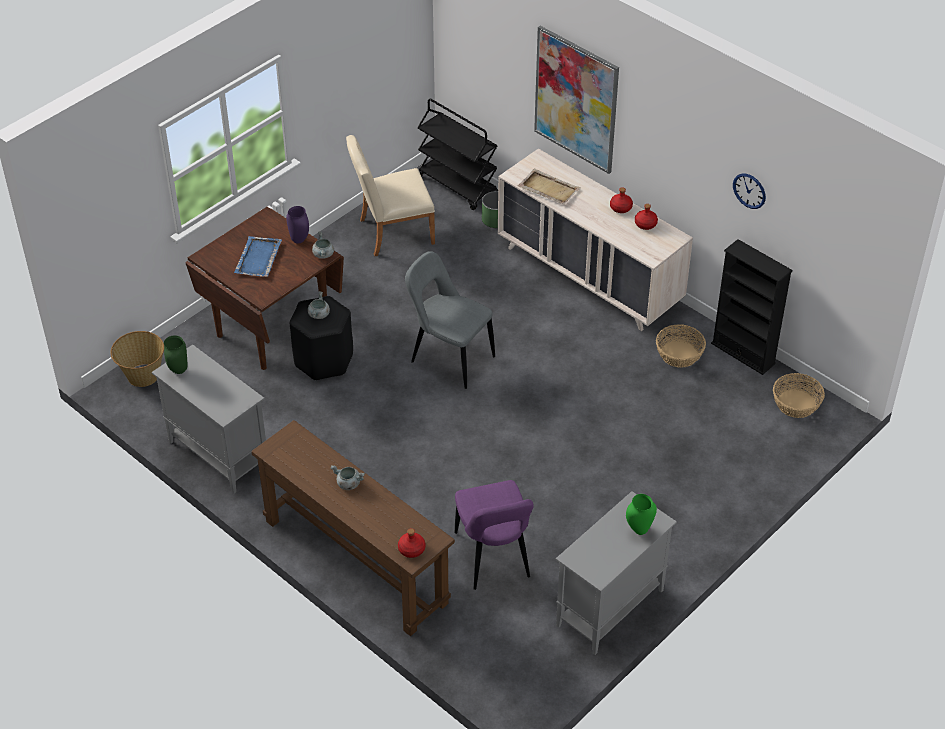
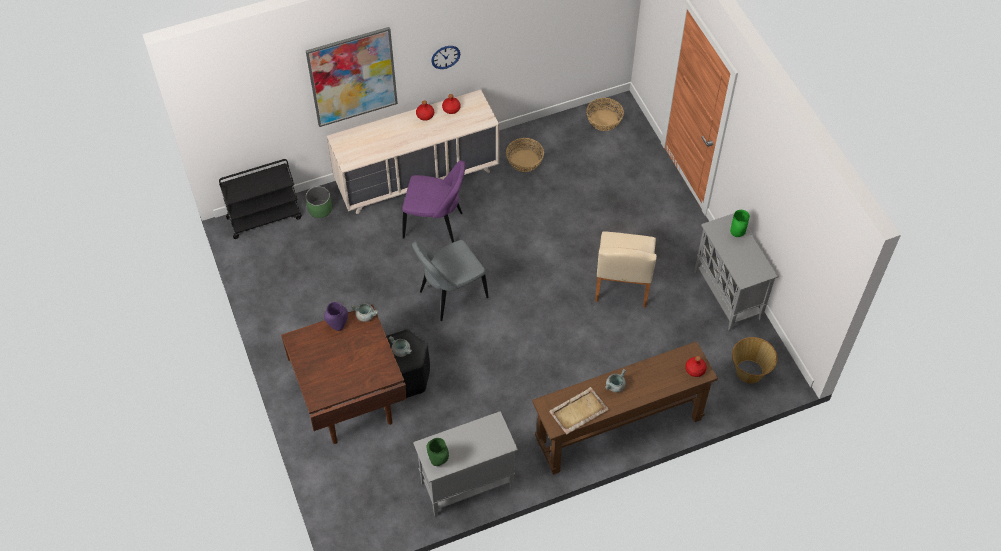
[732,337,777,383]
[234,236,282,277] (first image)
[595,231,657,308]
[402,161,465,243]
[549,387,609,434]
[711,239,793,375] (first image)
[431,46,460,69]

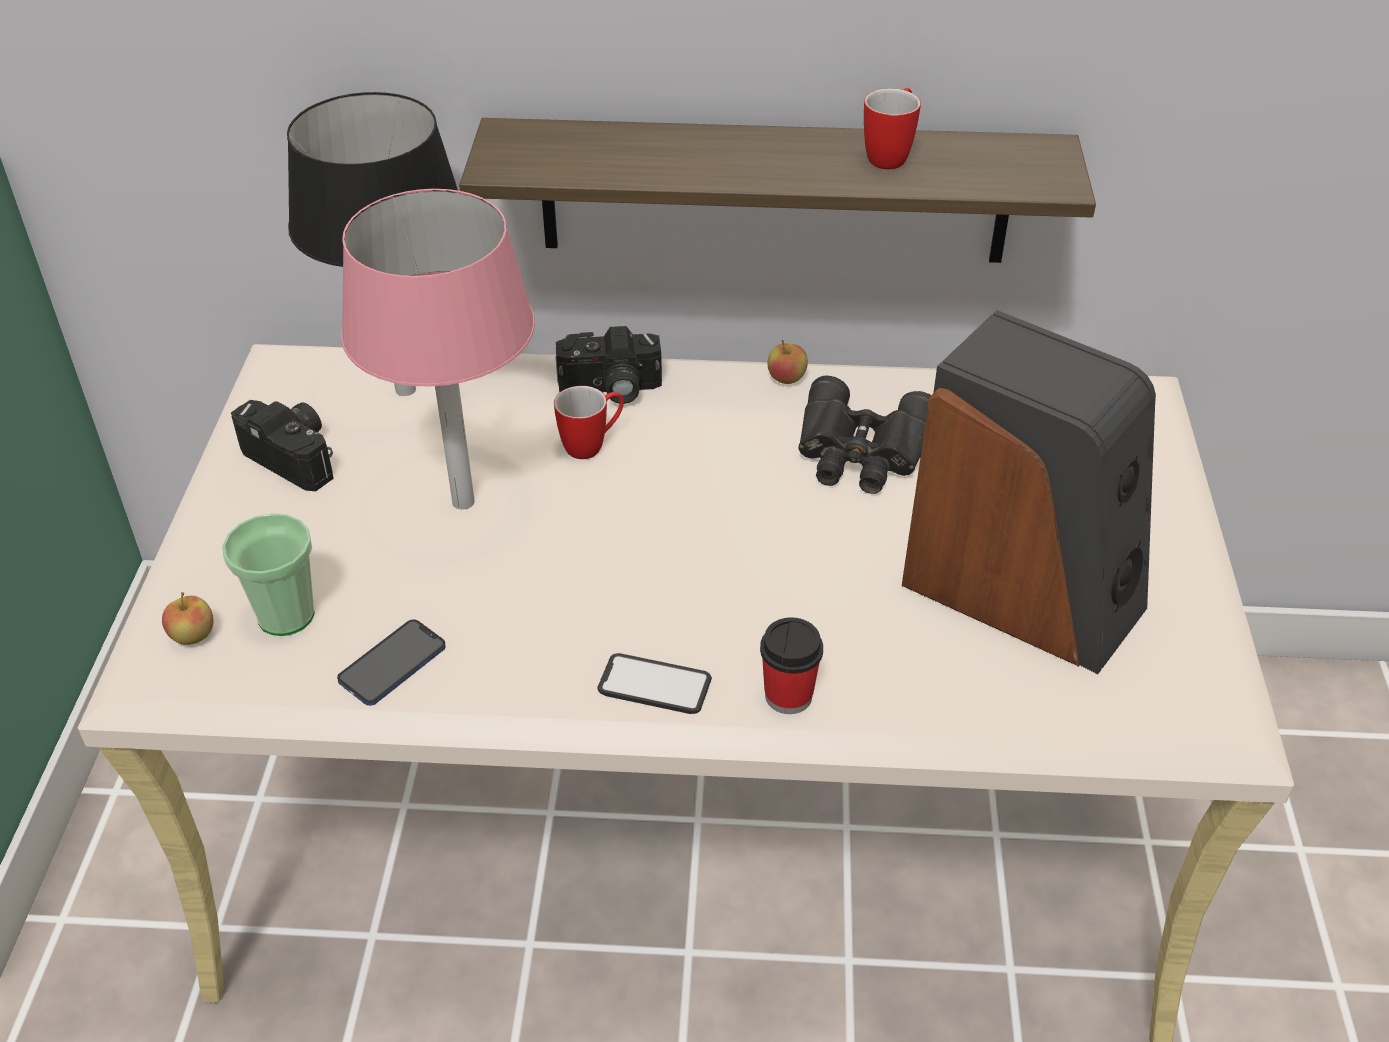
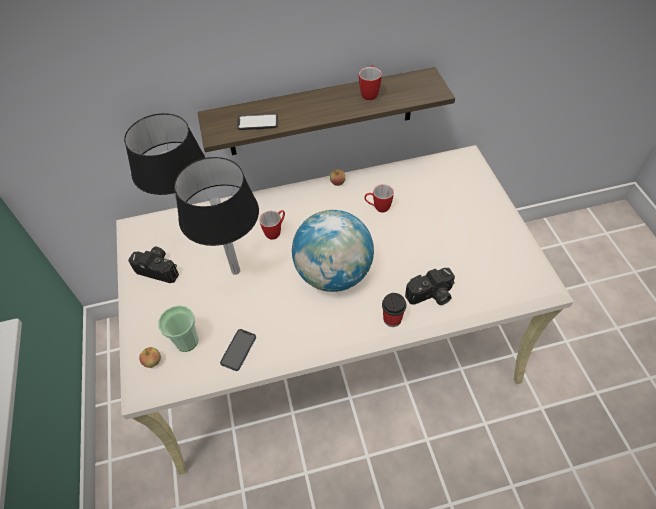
[174,157,259,275]
[405,268,455,305]
[237,113,278,130]
[364,184,394,213]
[902,310,1156,674] (first image)
[292,210,374,292]

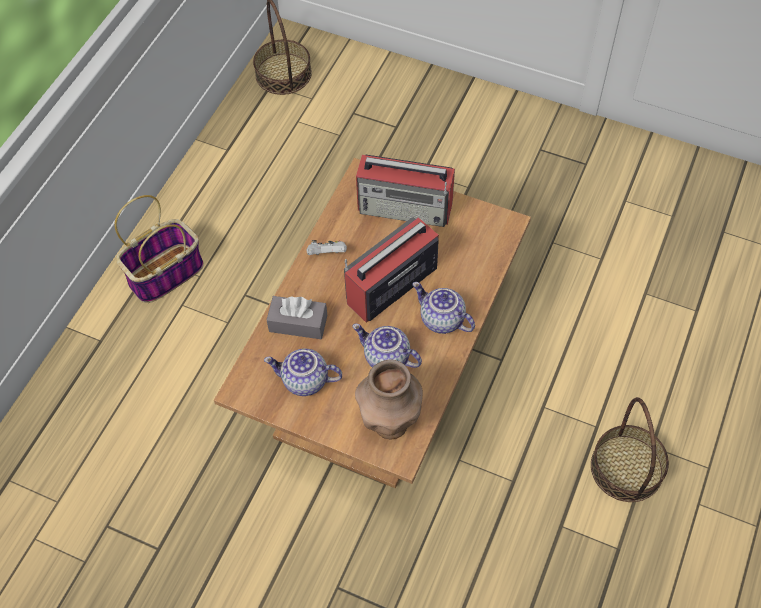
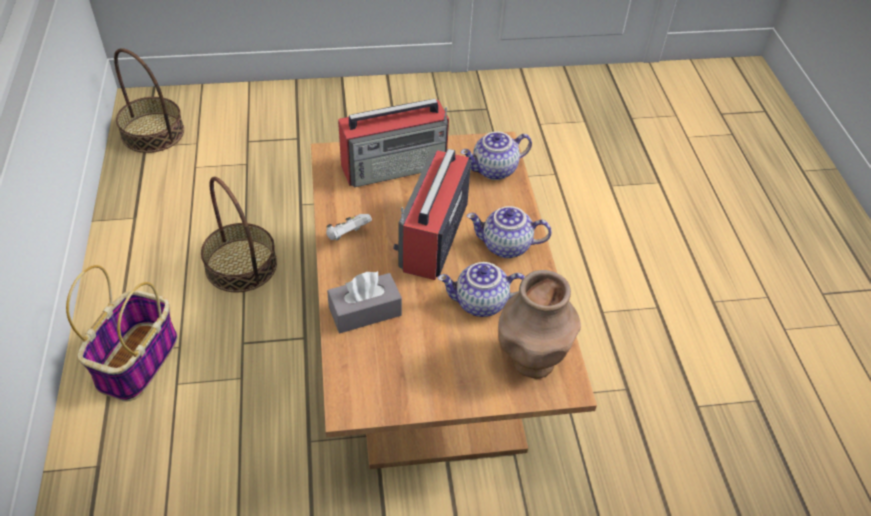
[461,132,532,180]
[201,177,277,293]

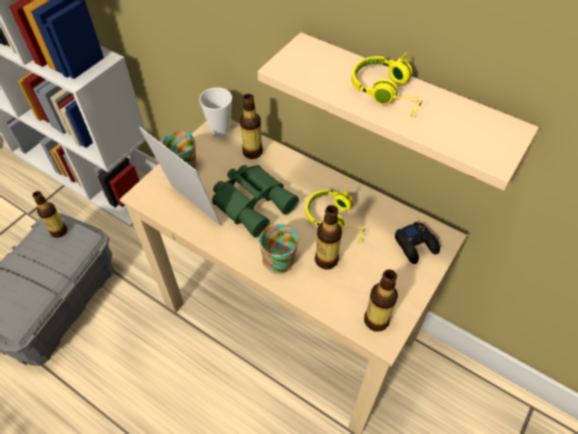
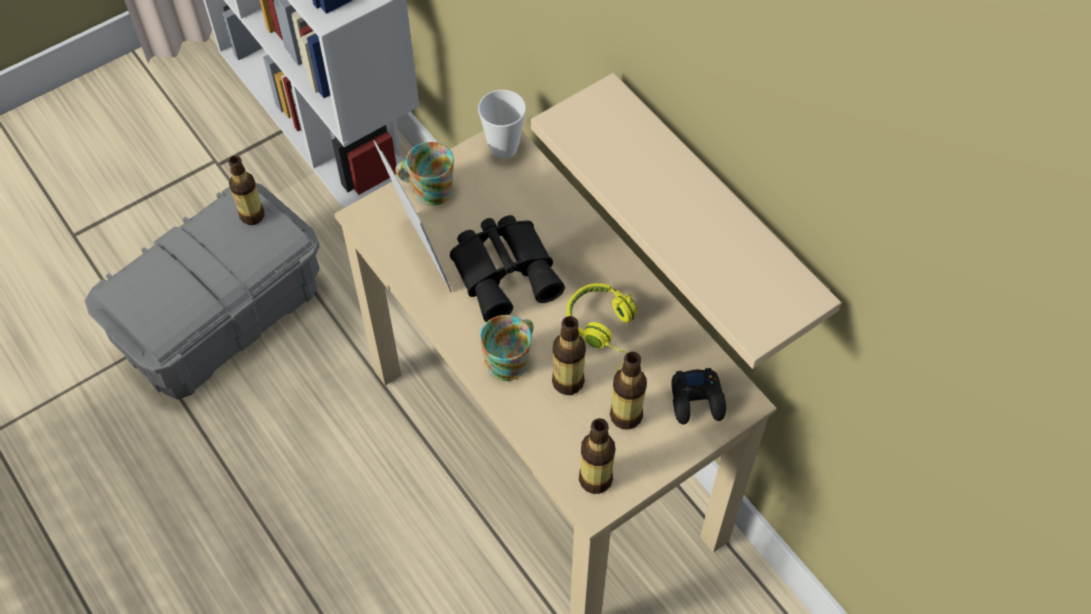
[450,215,565,322]
[610,352,647,430]
[351,52,423,117] (first image)

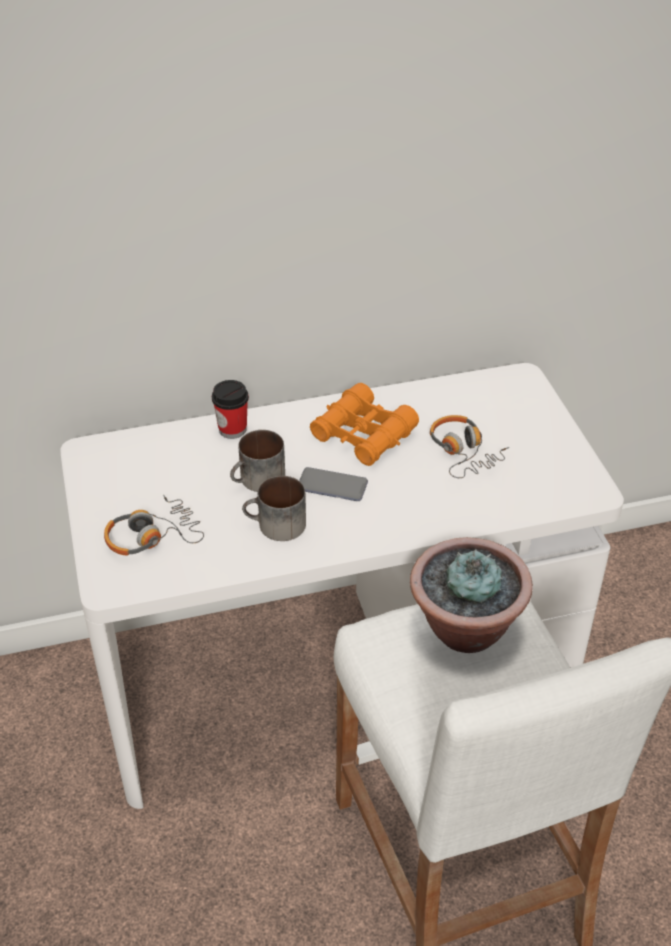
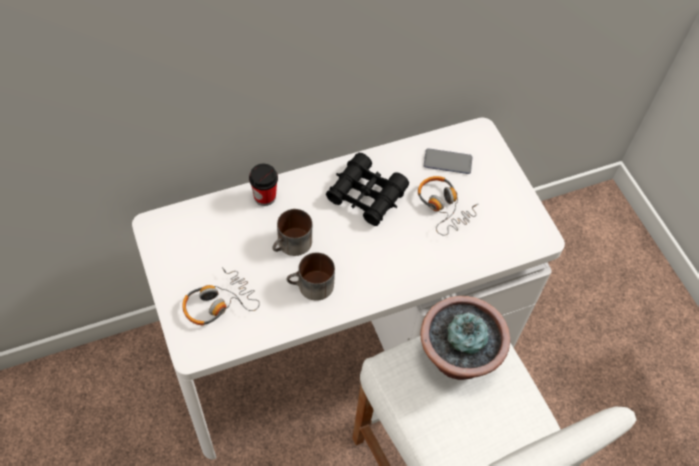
[424,148,473,174]
[326,153,409,226]

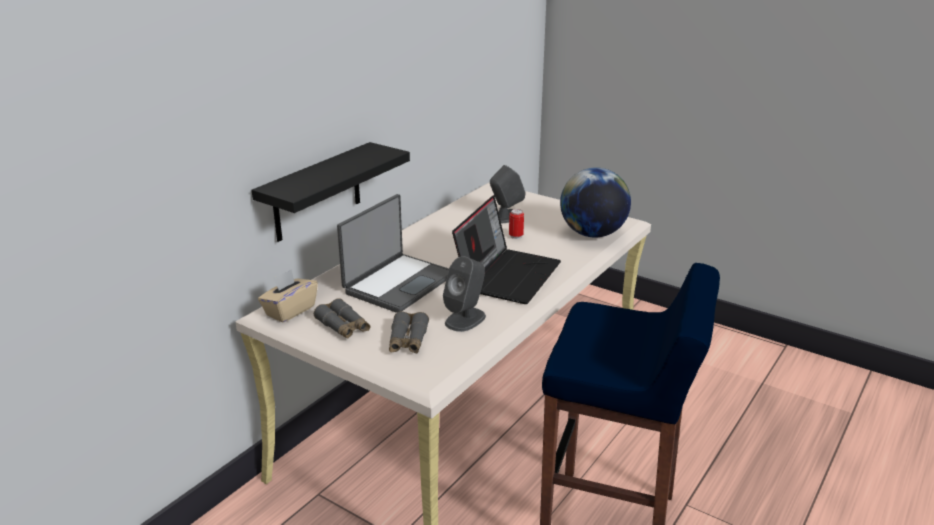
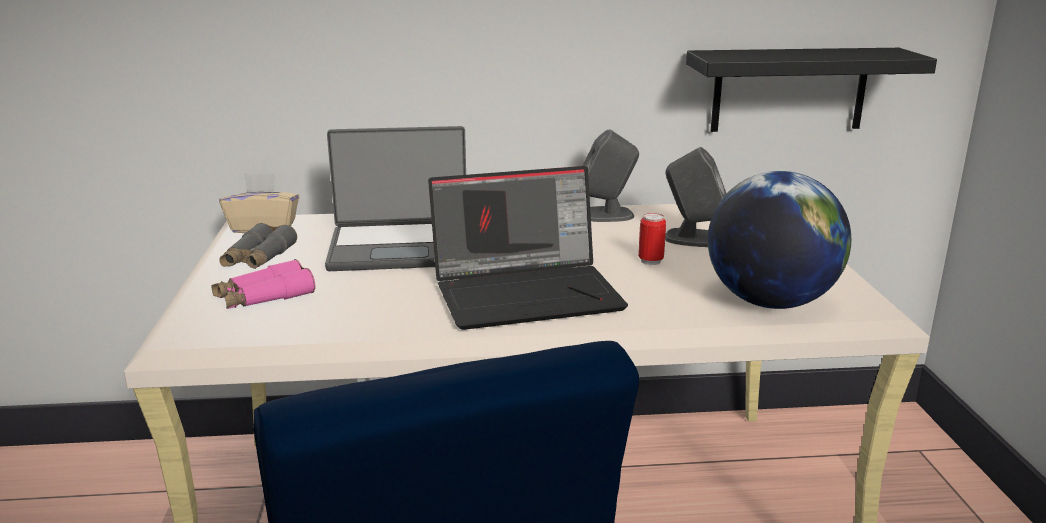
[686,48,937,132]
[212,259,315,309]
[583,129,639,222]

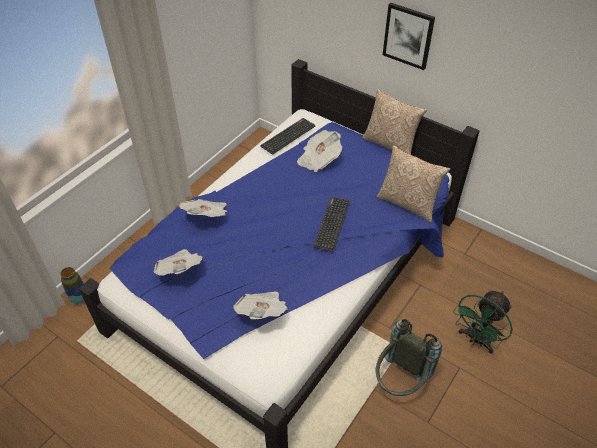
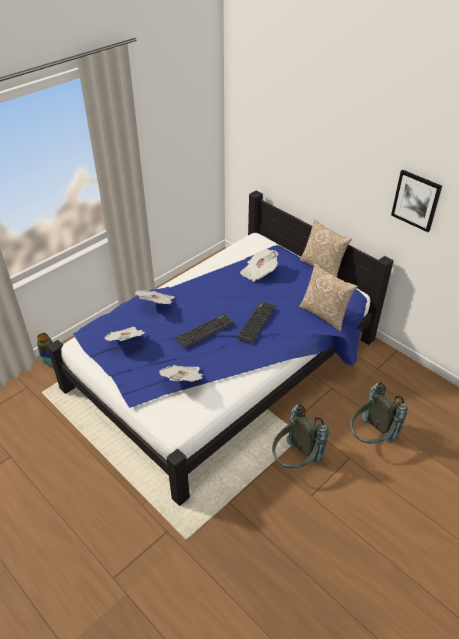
[175,314,234,348]
[391,170,442,232]
[350,382,408,444]

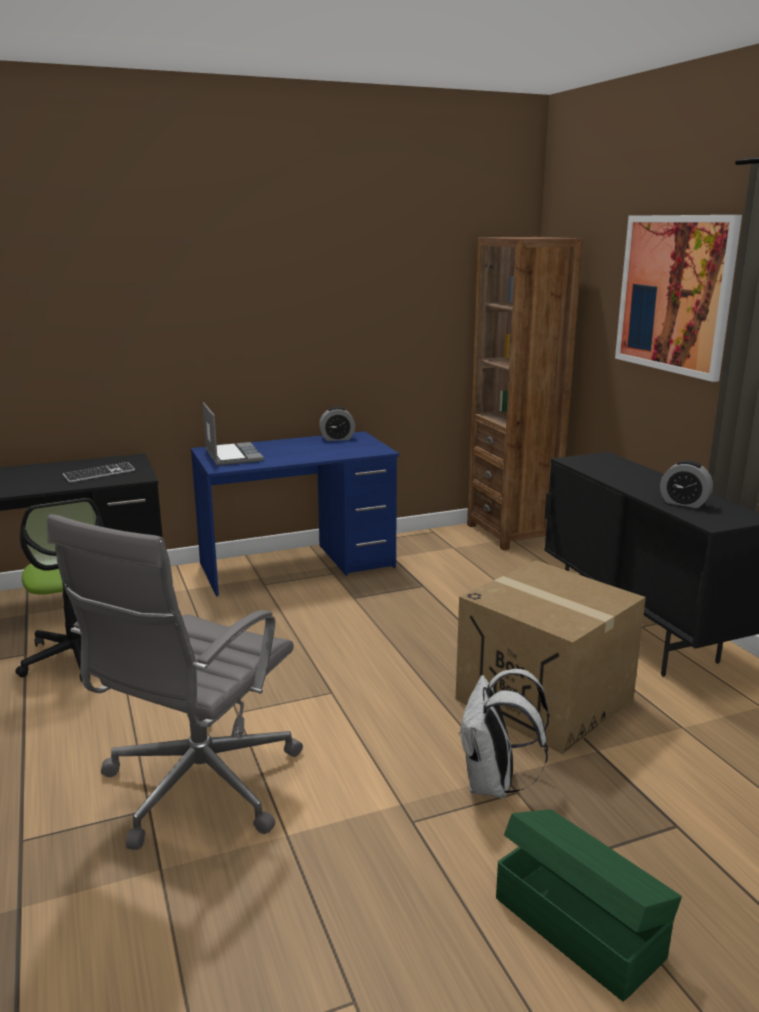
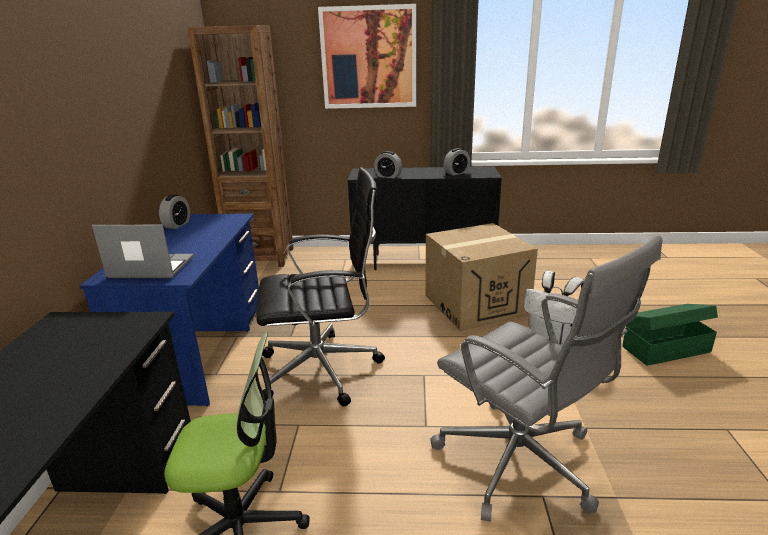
[63,462,135,483] (first image)
[256,167,385,406]
[374,151,402,178]

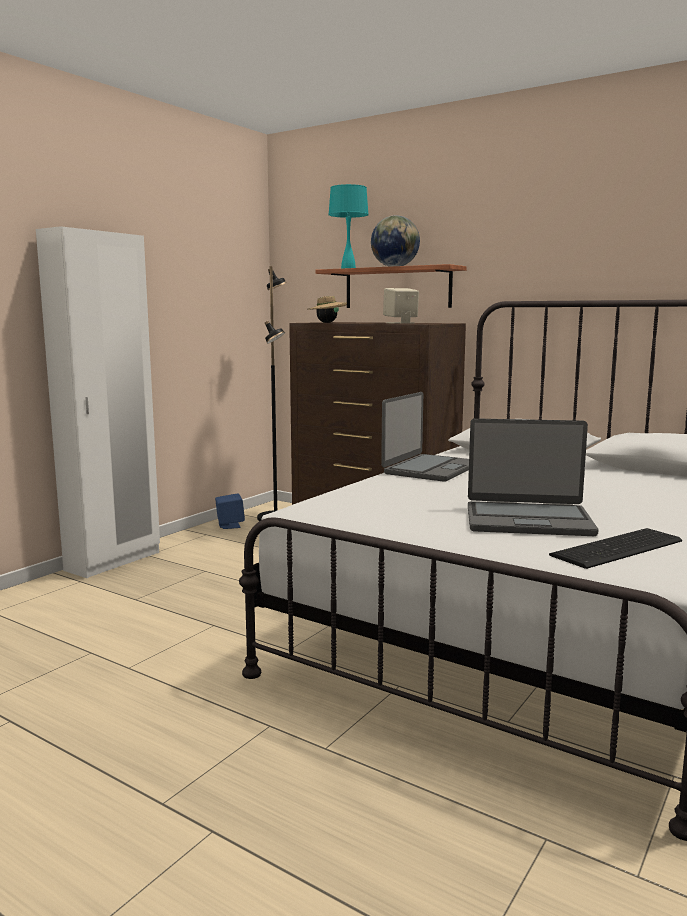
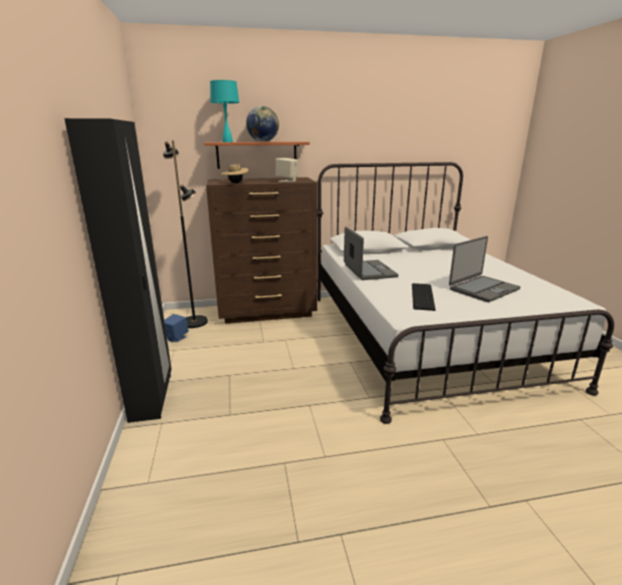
[64,118,172,423]
[412,283,436,311]

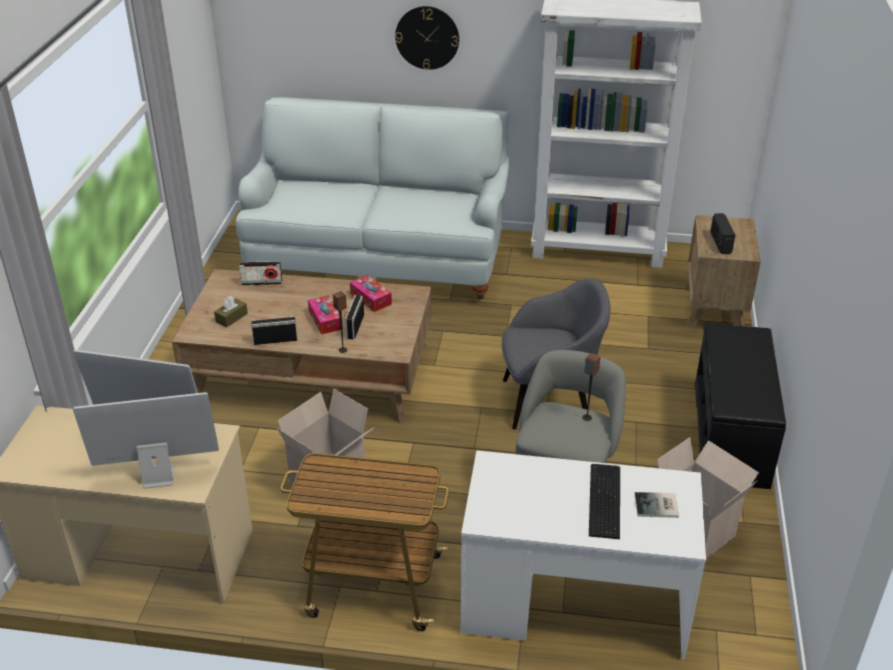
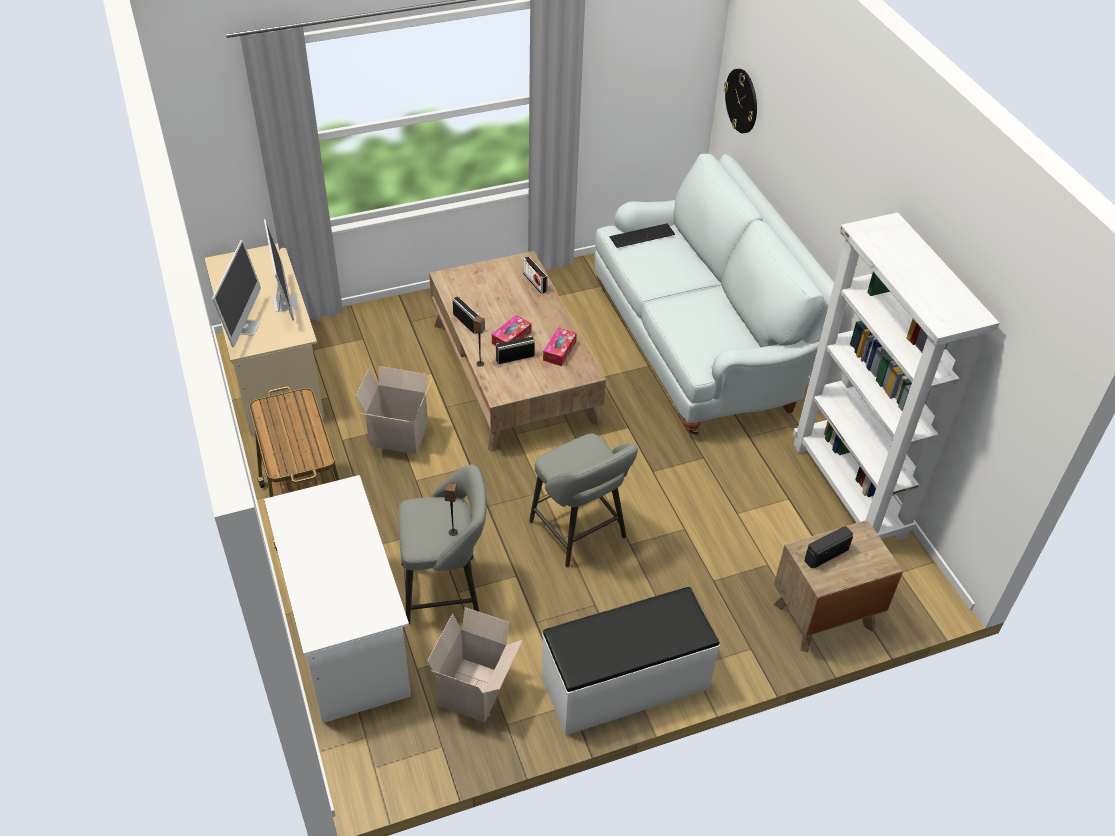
[212,240,261,347]
[214,296,248,327] (first image)
[724,69,757,133]
[529,434,638,568]
[609,223,675,248]
[635,492,679,518] (first image)
[542,587,720,735]

